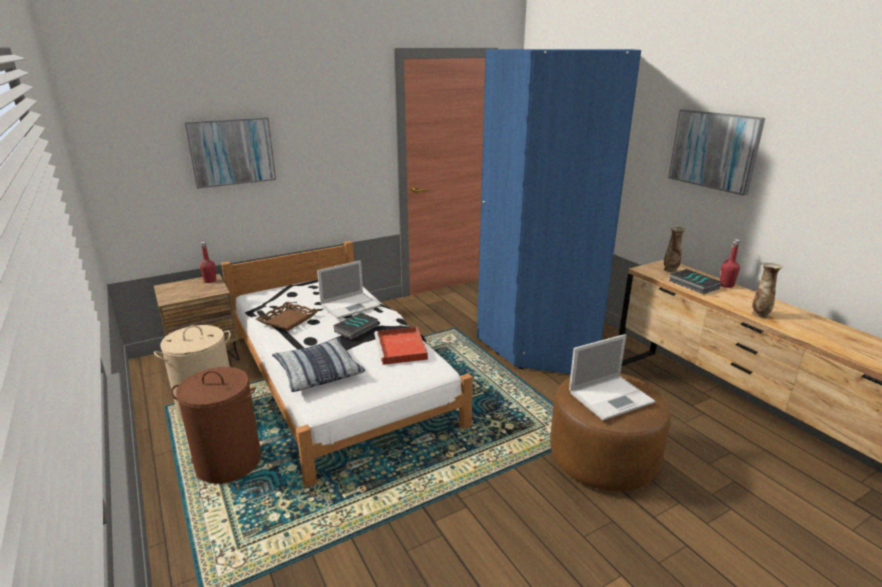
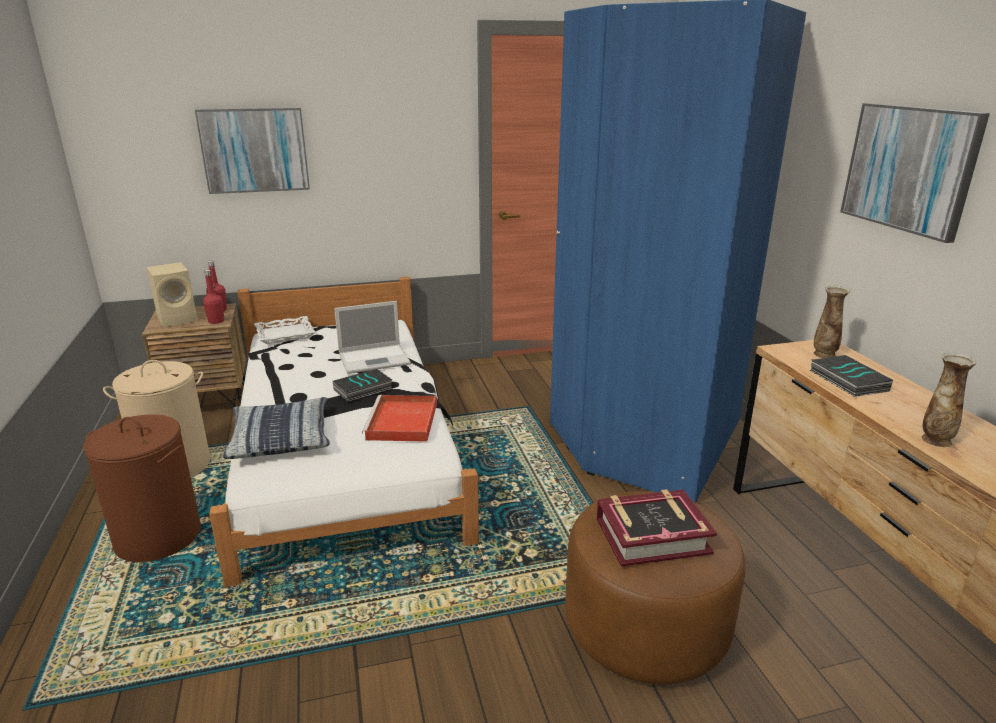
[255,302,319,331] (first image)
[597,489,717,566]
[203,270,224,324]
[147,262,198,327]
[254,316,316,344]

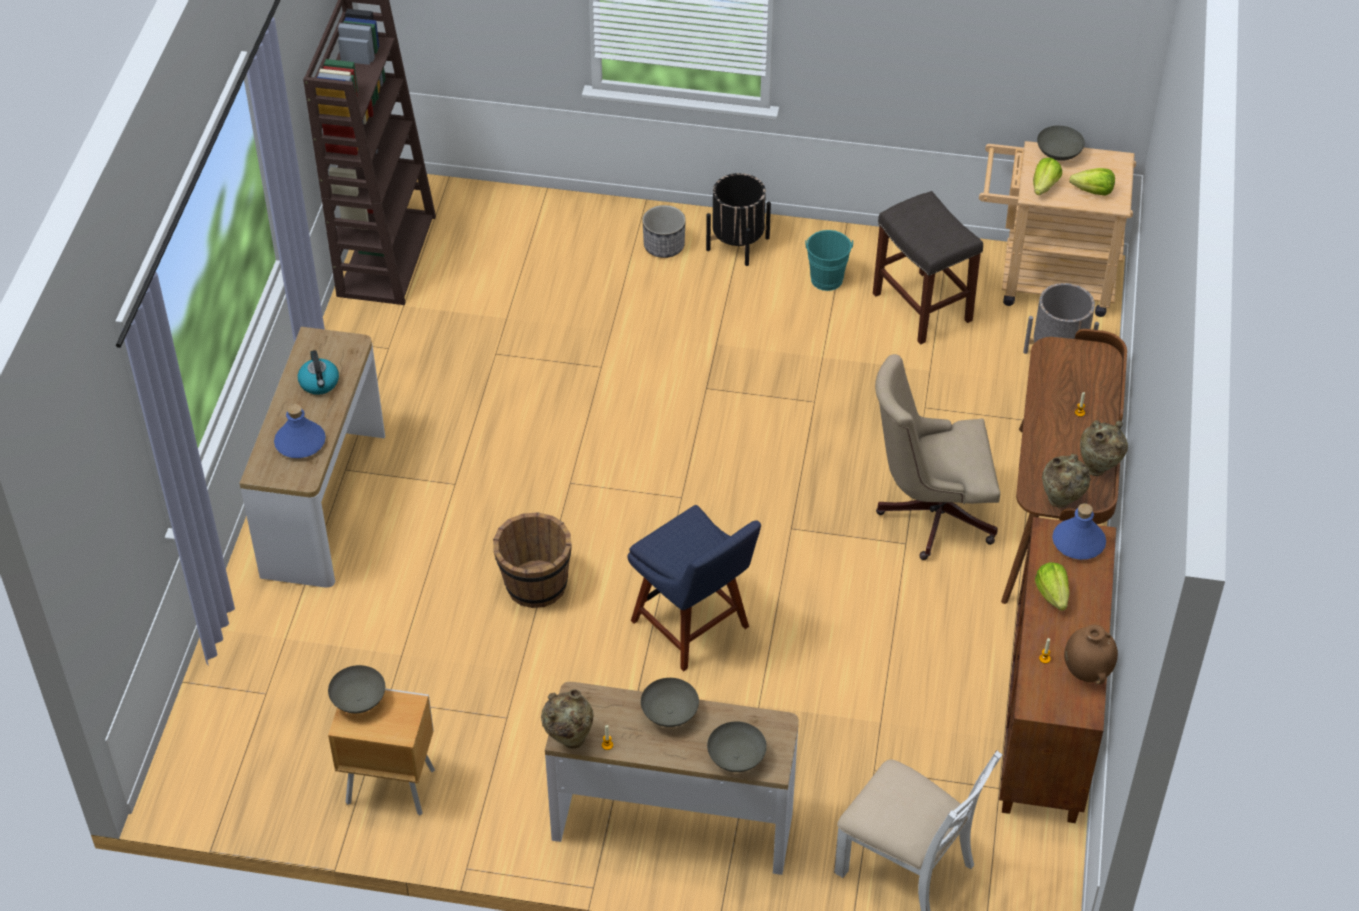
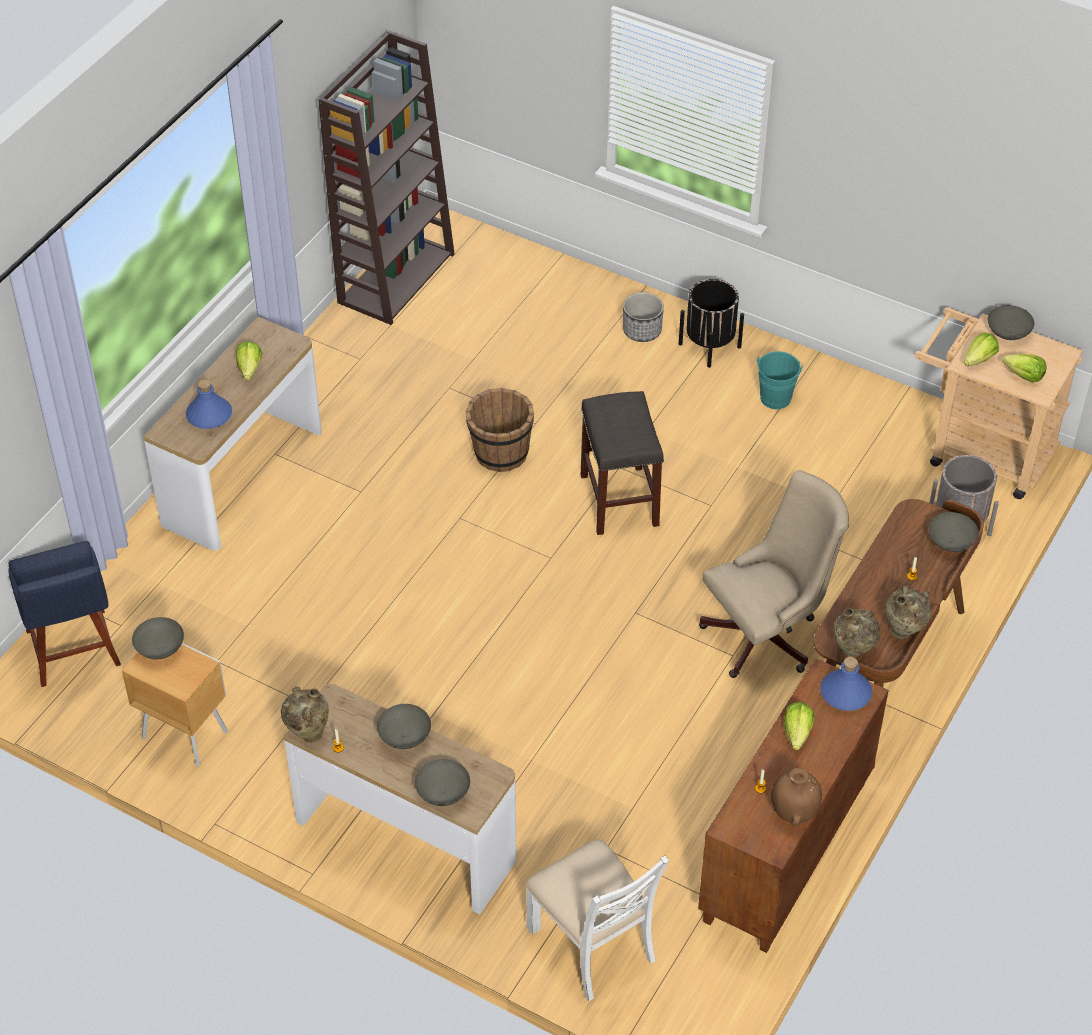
[236,341,262,380]
[465,388,534,472]
[8,541,121,687]
[581,391,664,535]
[699,470,849,678]
[928,512,979,552]

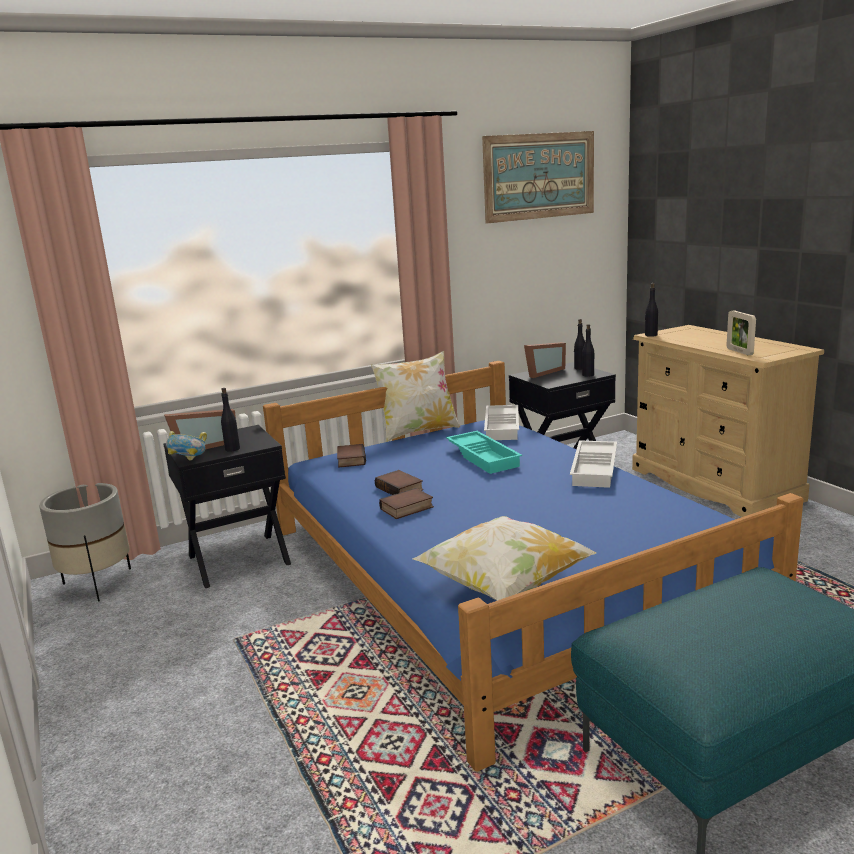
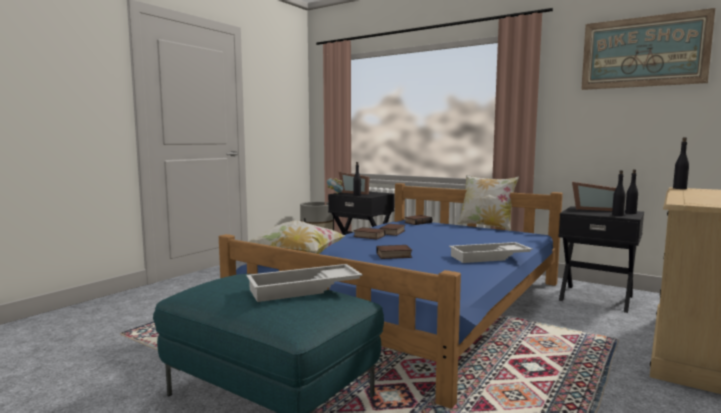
[446,431,522,474] (first image)
[247,264,363,302]
[727,310,756,355] (first image)
[376,245,412,259]

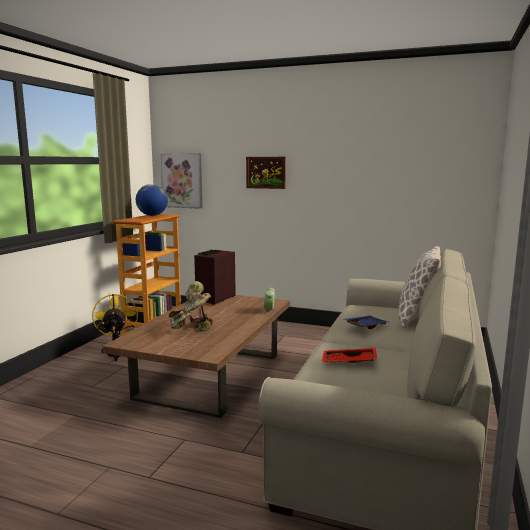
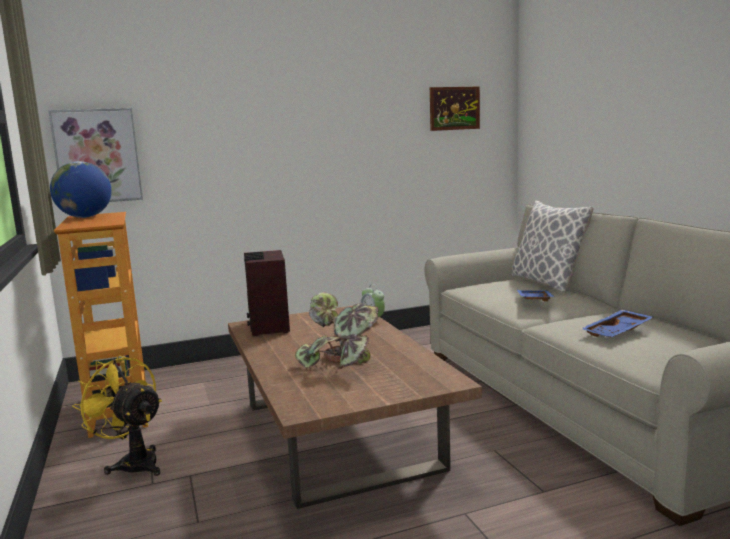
[430,87,480,131]
[581,310,653,337]

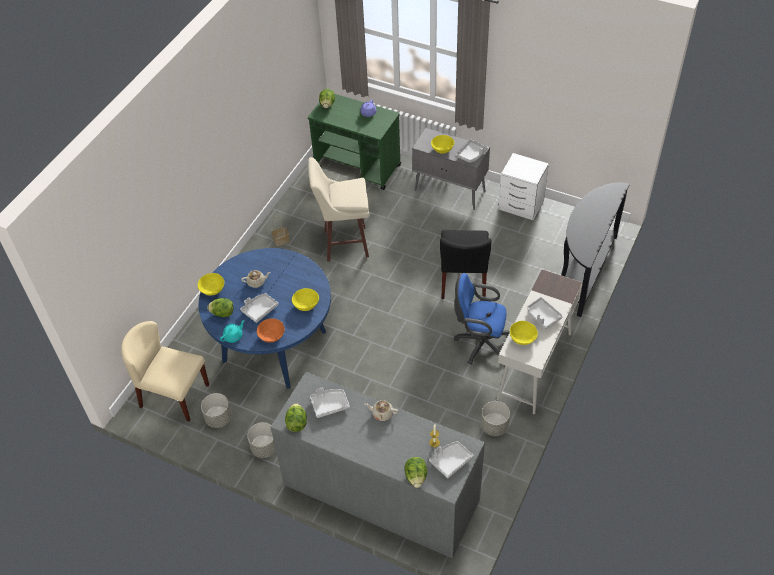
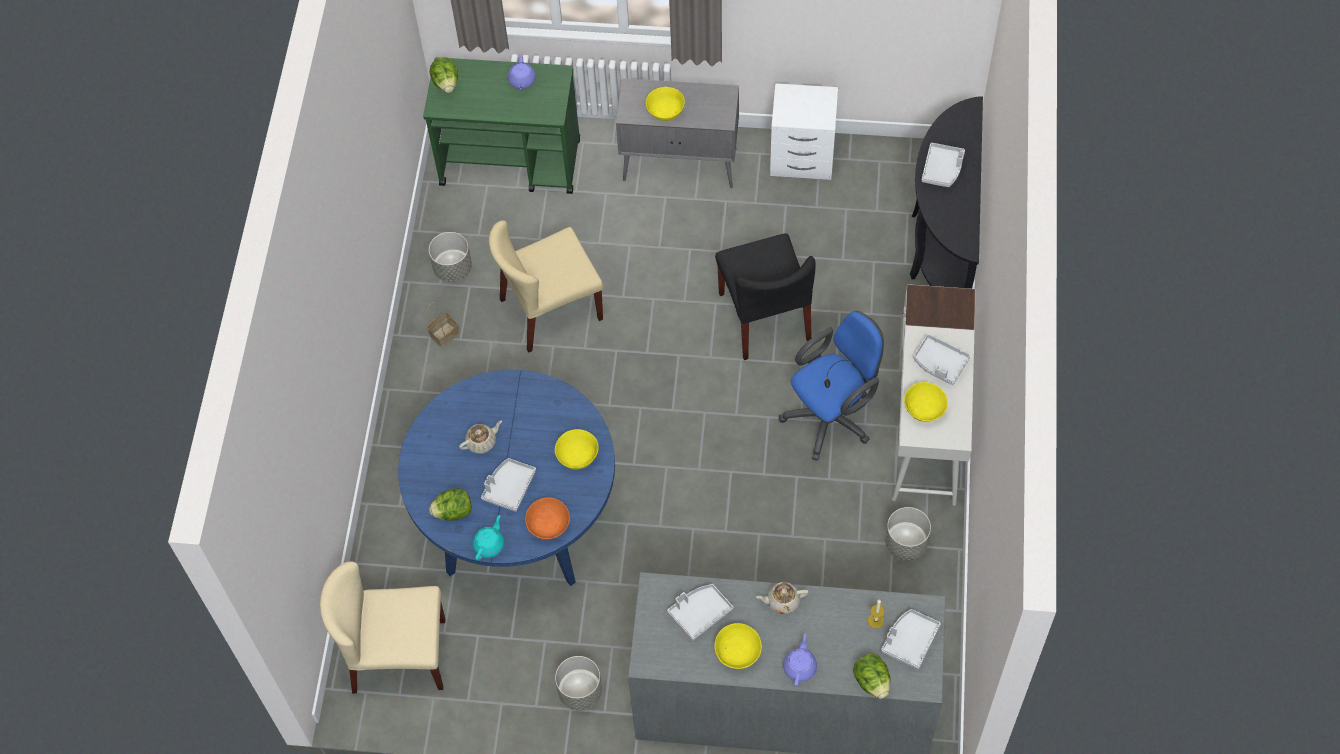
[715,623,762,669]
[429,232,472,282]
[285,404,307,432] (first image)
[489,220,603,353]
[779,311,884,461]
[922,143,965,187]
[783,634,817,687]

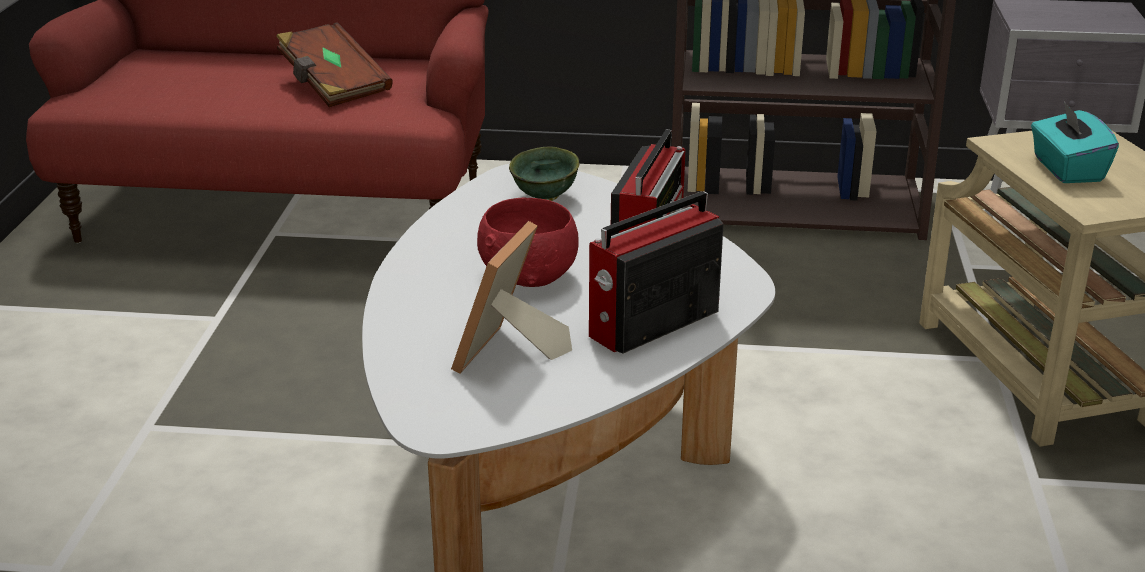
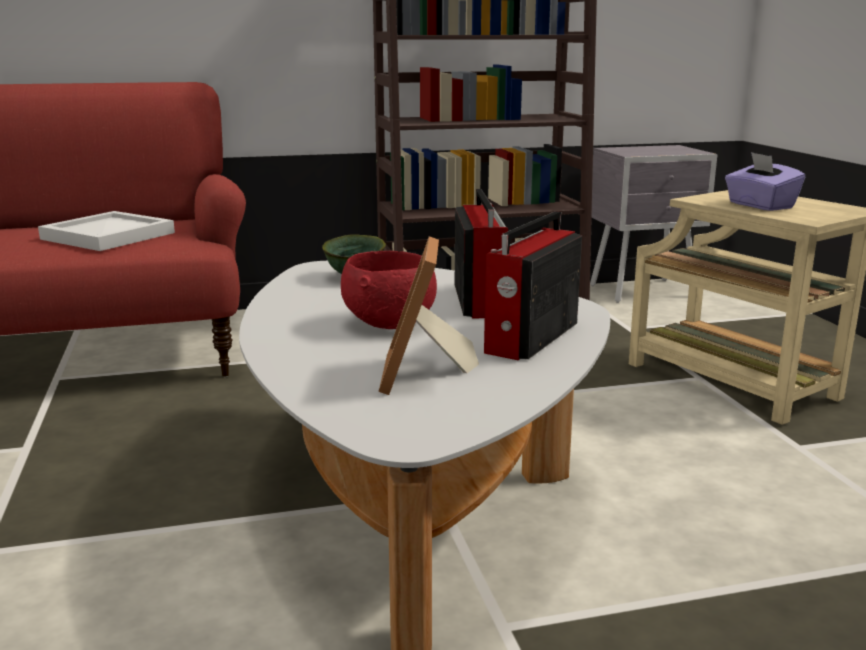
[38,211,175,251]
[725,152,805,211]

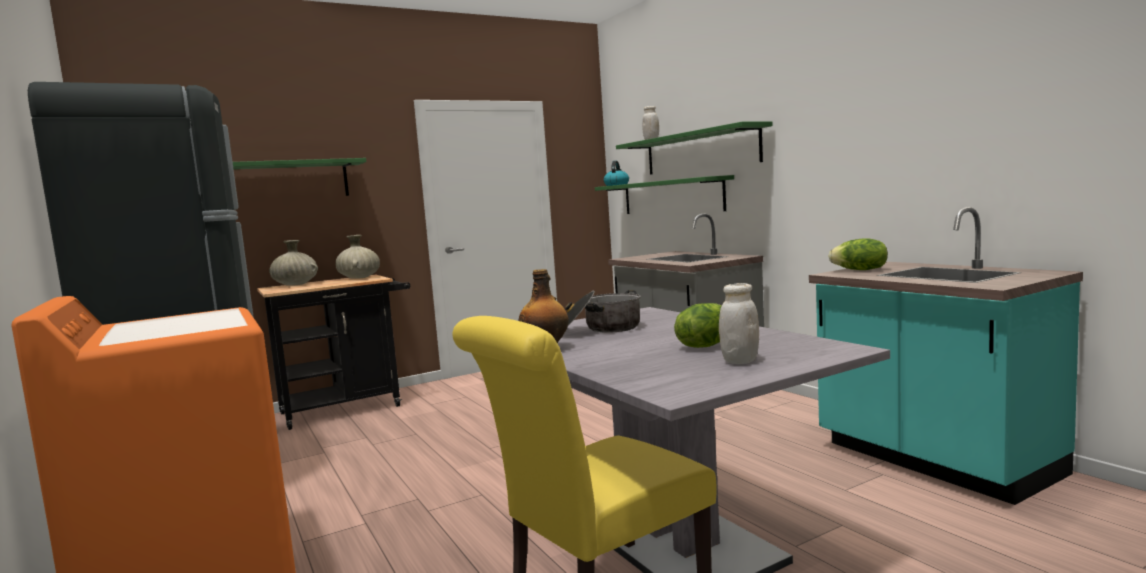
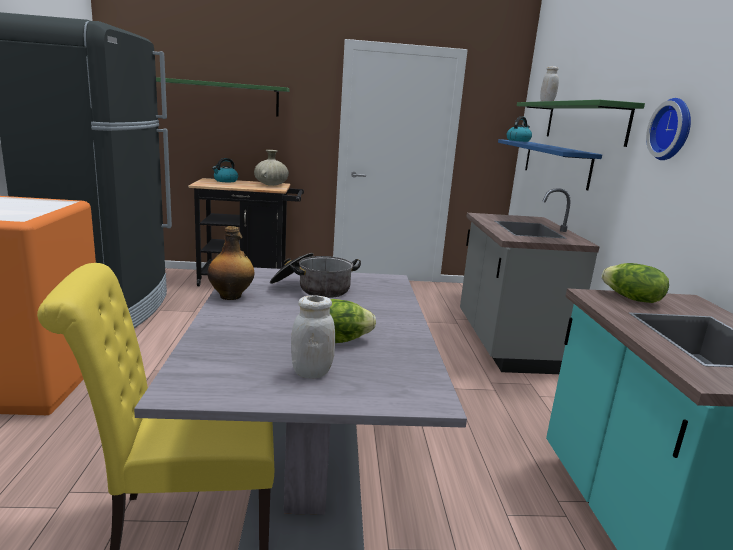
[212,158,238,182]
[498,139,602,190]
[646,98,691,160]

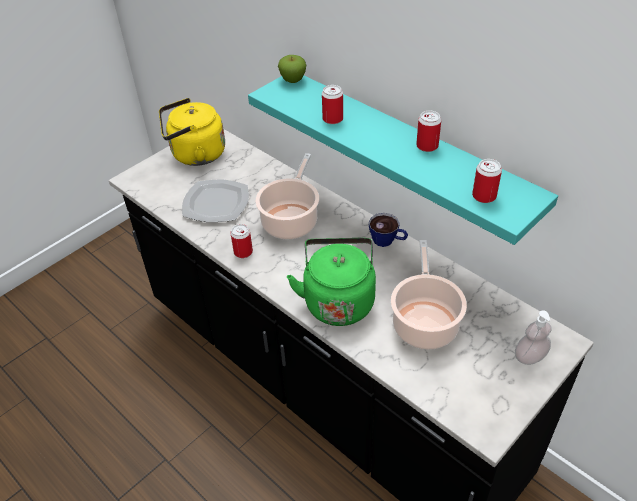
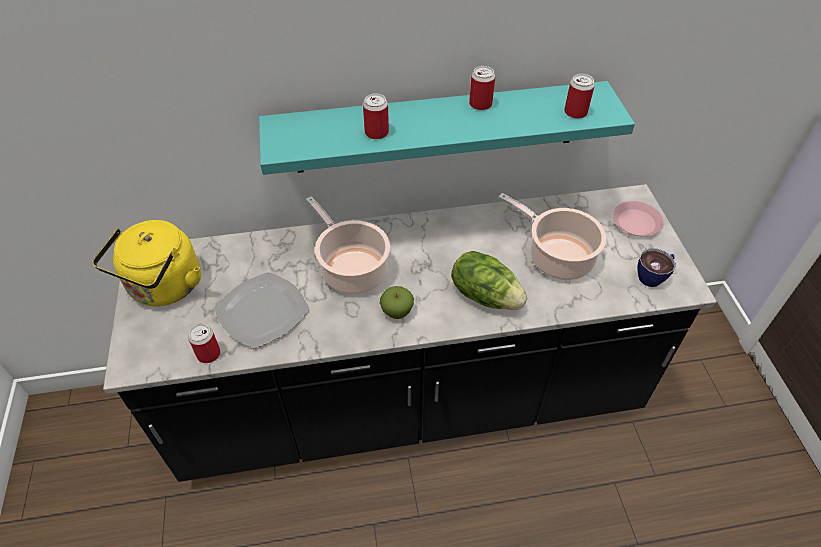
[188,324,220,363]
[380,286,414,319]
[451,251,527,310]
[637,248,676,287]
[613,201,664,236]

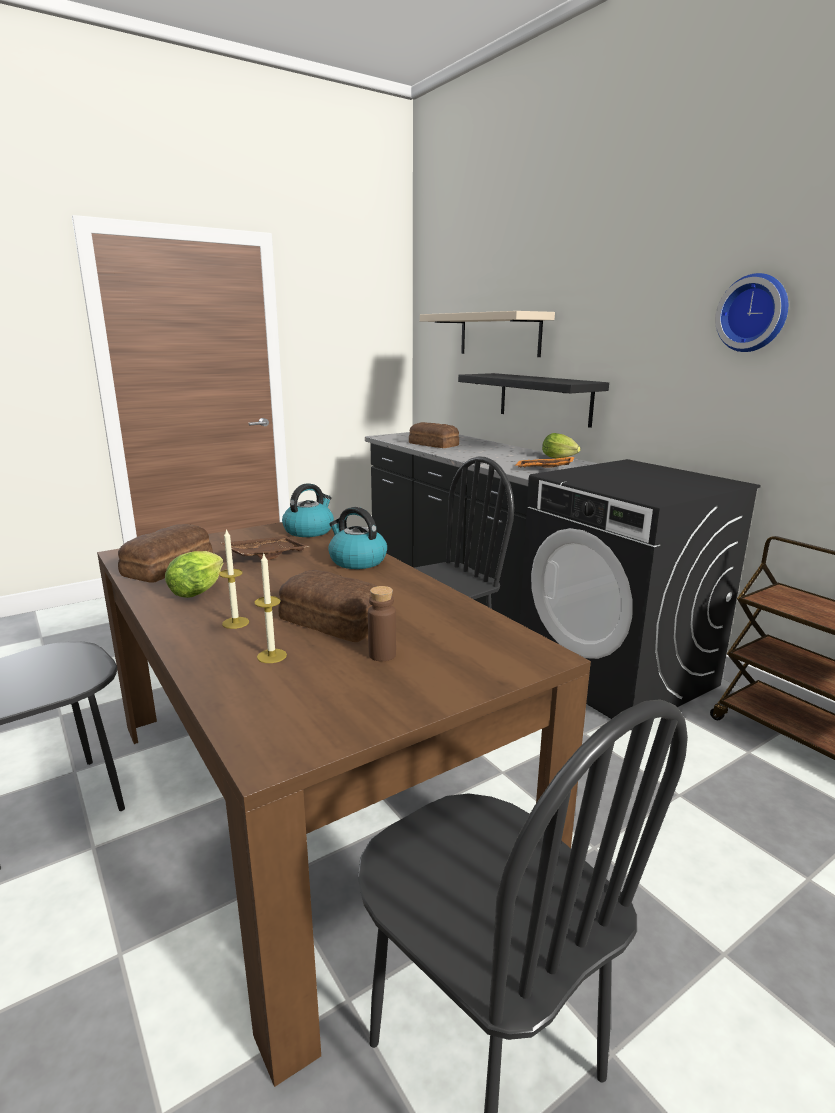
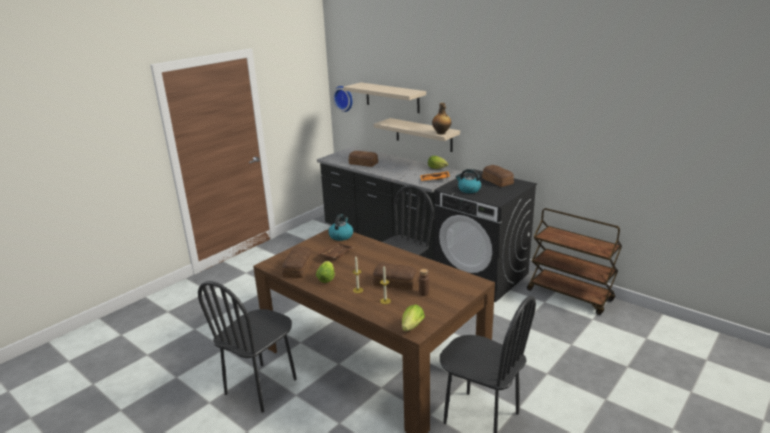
[455,169,481,193]
[374,118,460,152]
[333,86,353,112]
[402,305,425,331]
[432,103,451,134]
[482,165,514,187]

